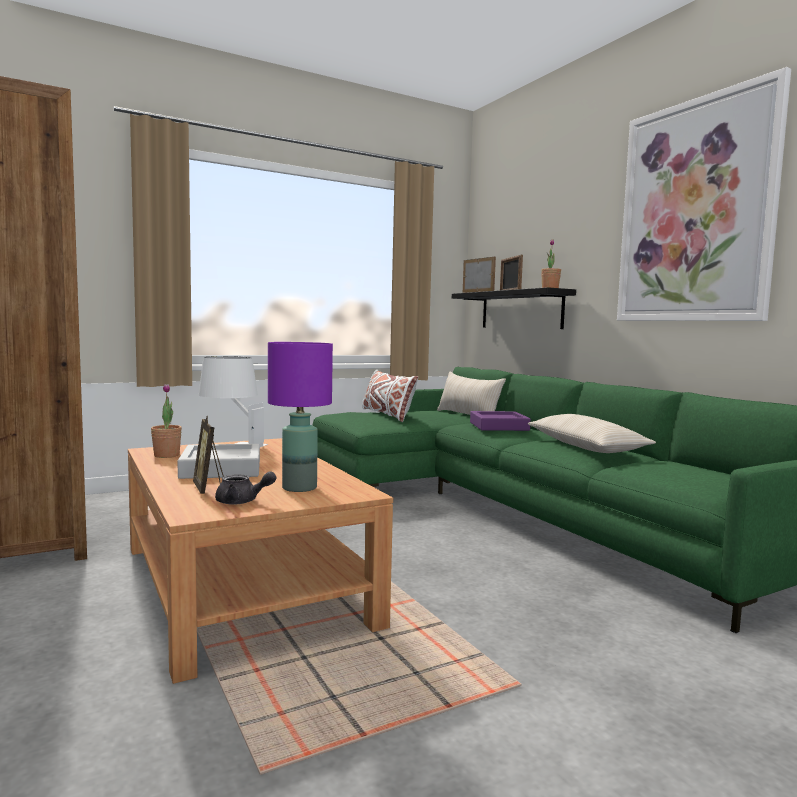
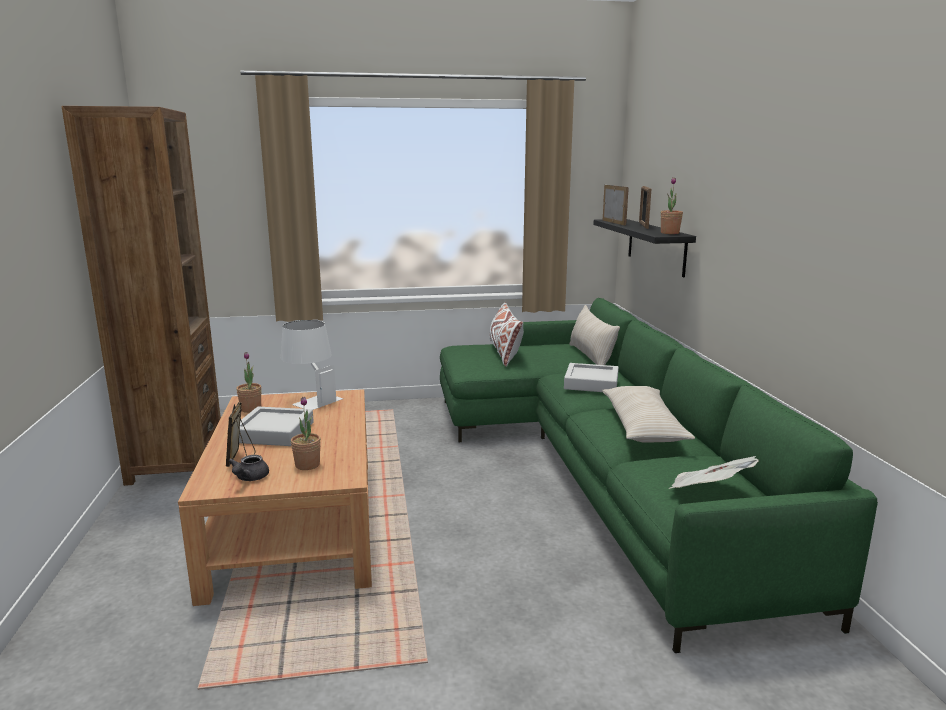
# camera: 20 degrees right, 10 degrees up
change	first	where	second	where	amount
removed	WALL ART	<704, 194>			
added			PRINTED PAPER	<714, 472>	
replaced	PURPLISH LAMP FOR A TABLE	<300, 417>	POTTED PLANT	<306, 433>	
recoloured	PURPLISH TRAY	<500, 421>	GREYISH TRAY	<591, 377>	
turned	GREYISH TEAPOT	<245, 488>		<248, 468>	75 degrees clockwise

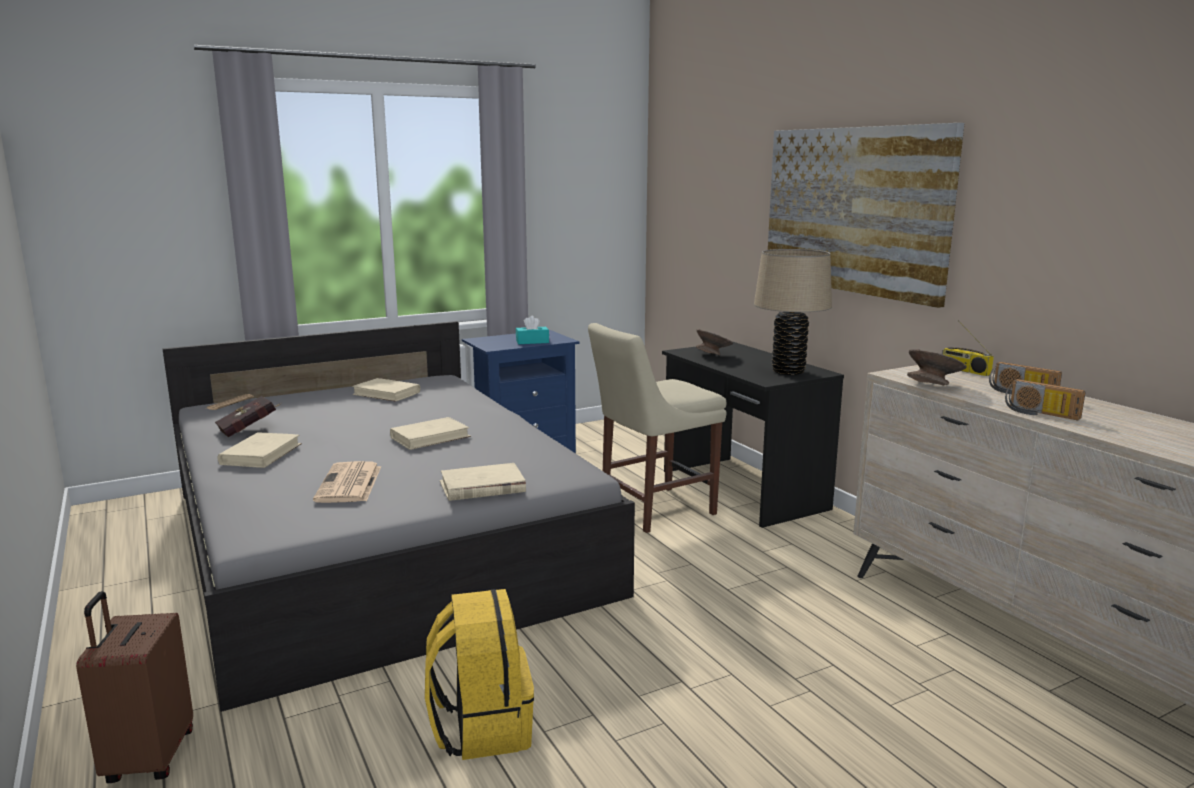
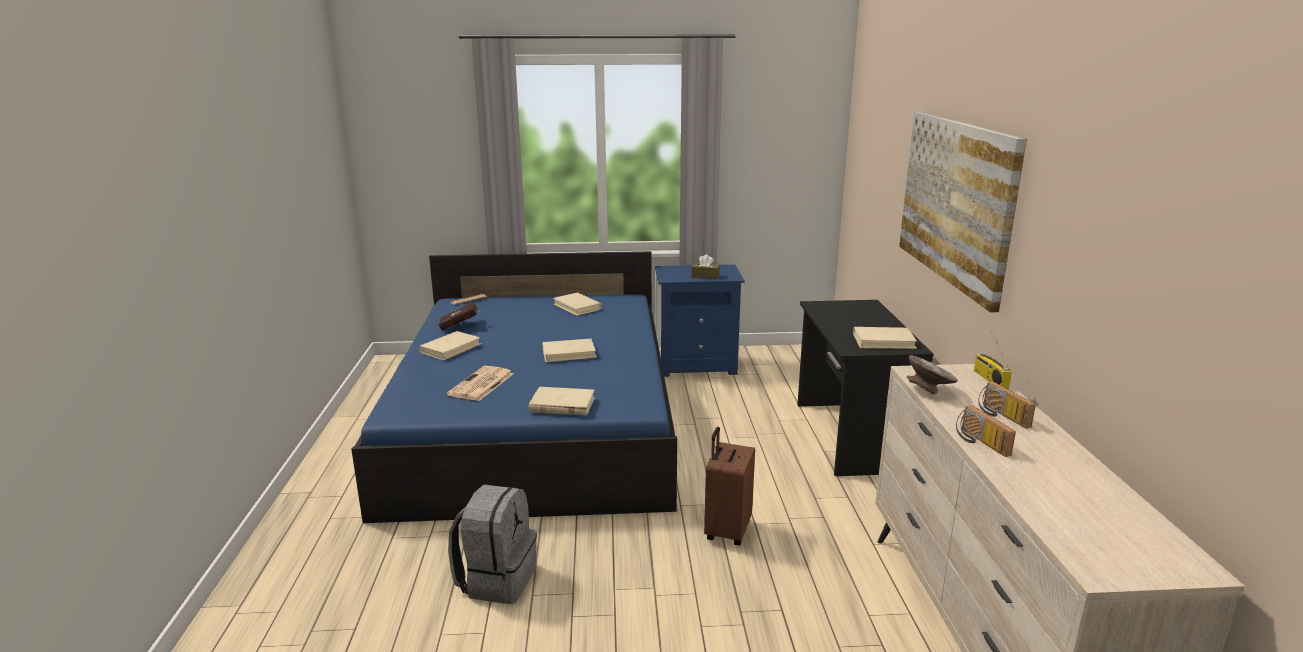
# camera: 25 degrees right, 5 degrees up
change	first	where	second	where	amount
removed	SAND-COLOURED CHAIR	<657, 428>			
removed	GREYISH SERVING BOWL	<714, 342>			
moved	BROWNISH SUITCASE	<134, 687>		<729, 486>	
replaced	SAND-COLOURED LAMP FOR A TABLE	<793, 312>	SAND-COLOURED BOOK	<885, 338>	
recoloured	GREYISH BEDROOM BED	<398, 516>	BLUISH BEDROOM BED	<514, 387>	
recoloured	YELLOW BACKPACK	<479, 674>	GREYISH BACKPACK	<492, 544>	
recoloured	TURQUOISE-COLOURED BOX OF TISSUES	<532, 330>	BROWNISH BOX OF TISSUES	<705, 266>	

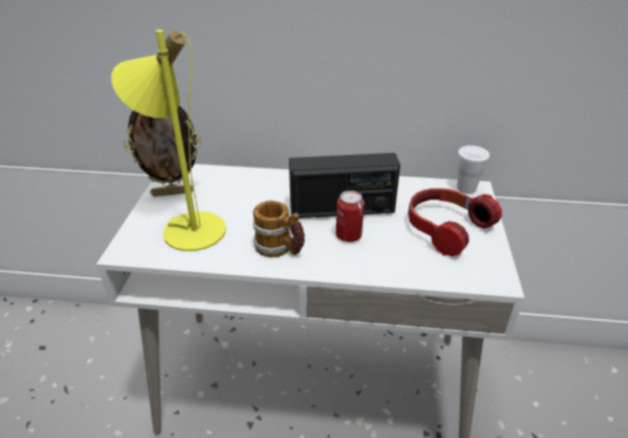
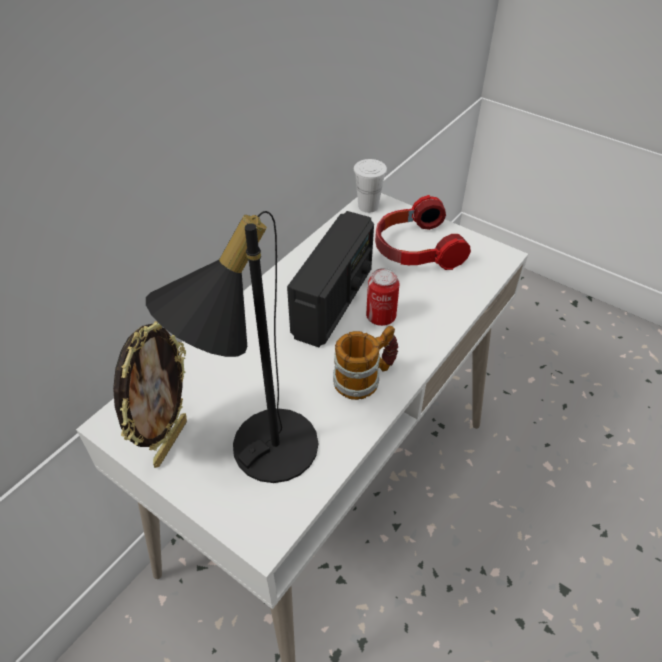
# camera: 60 degrees left, 10 degrees up
change	first	where	second	where	amount
recoloured	YELLOW LAMP FOR A TABLE	<168, 140>	BLACKISH LAMP FOR A TABLE	<232, 347>	

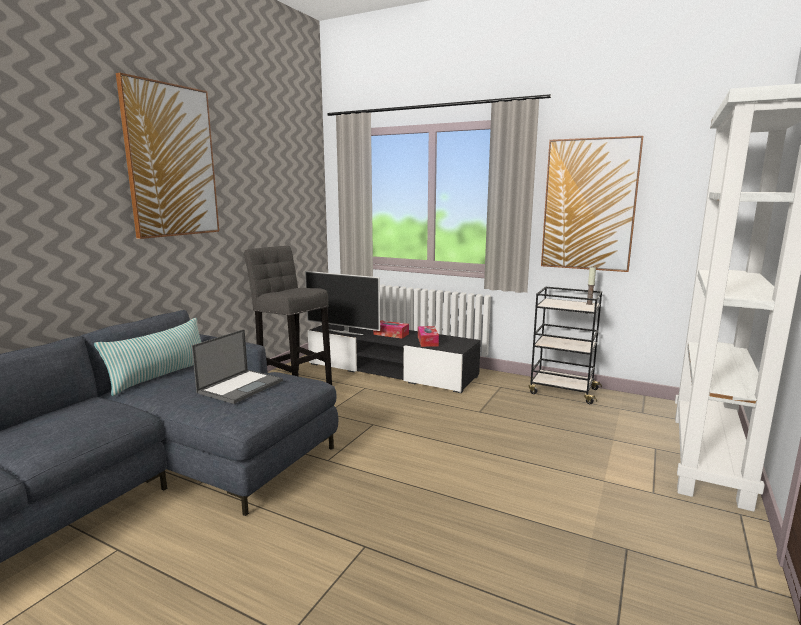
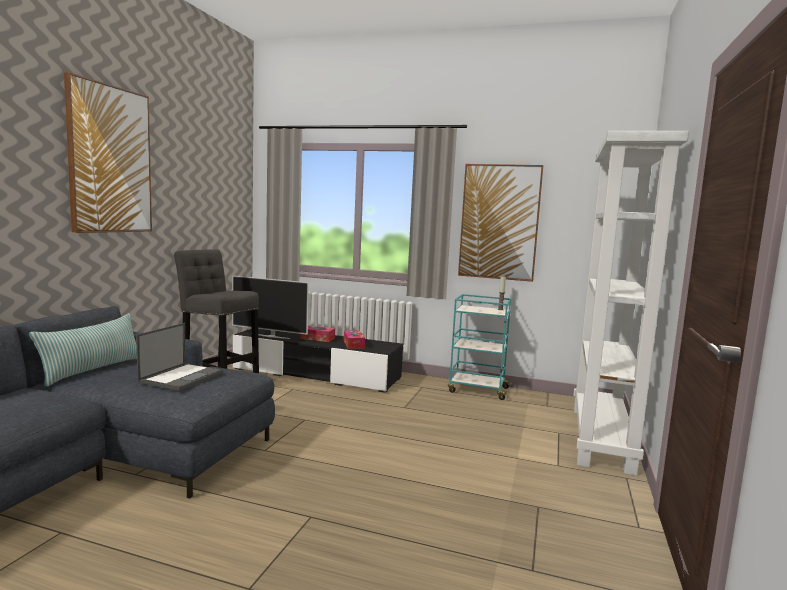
# camera: 10 degrees left, 5 degrees down
change	first	where	second	where	amount
recoloured	BLACKISH TROLLEY	<565, 345>	TURQUOISE-COLOURED TROLLEY	<480, 347>	

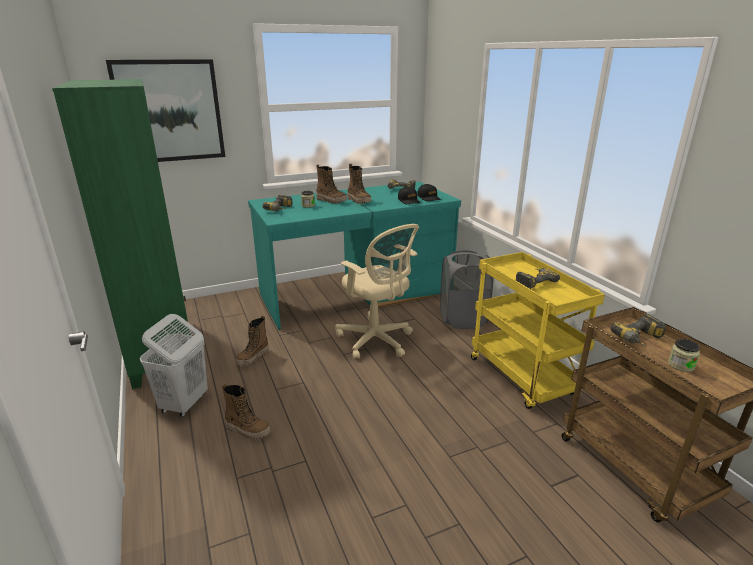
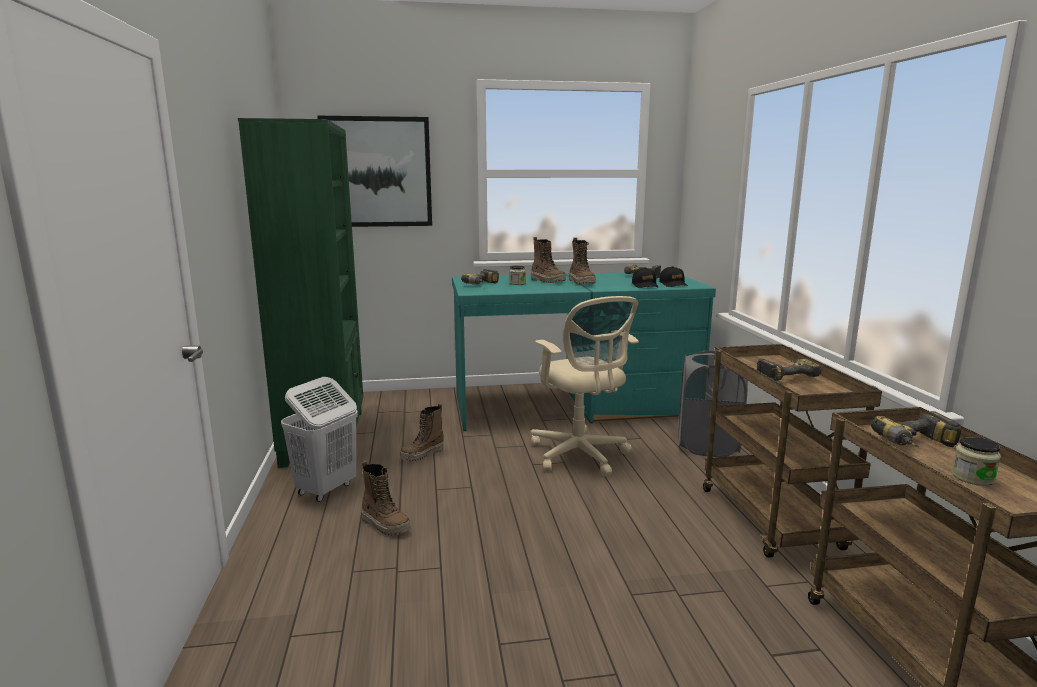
# camera: 15 degrees right, 10 degrees down
change	first	where	second	where	amount
recoloured	YELLOW TROLLEY	<538, 330>	BROWNISH TROLLEY	<792, 451>	

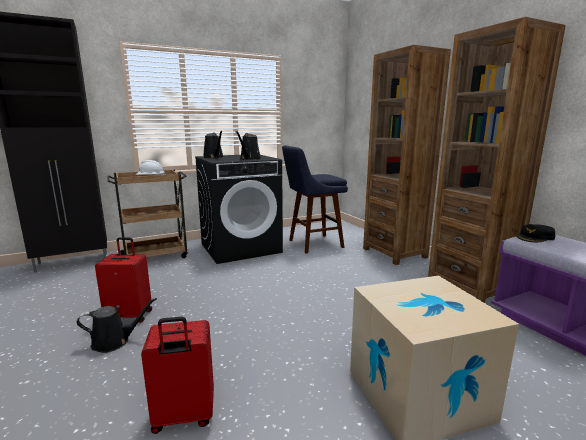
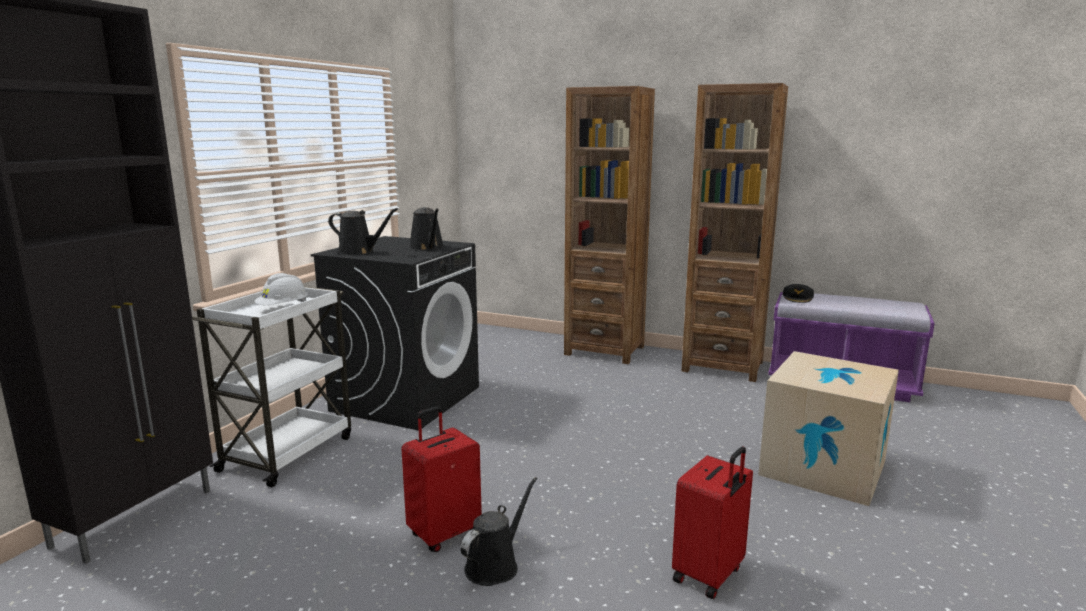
# camera: 40 degrees left, 0 degrees up
change	first	where	second	where	amount
removed	BLUISH STOOL	<315, 199>			
recoloured	BROWNISH TROLLEY	<147, 213>	WHITE-COLOURED TROLLEY	<271, 386>	

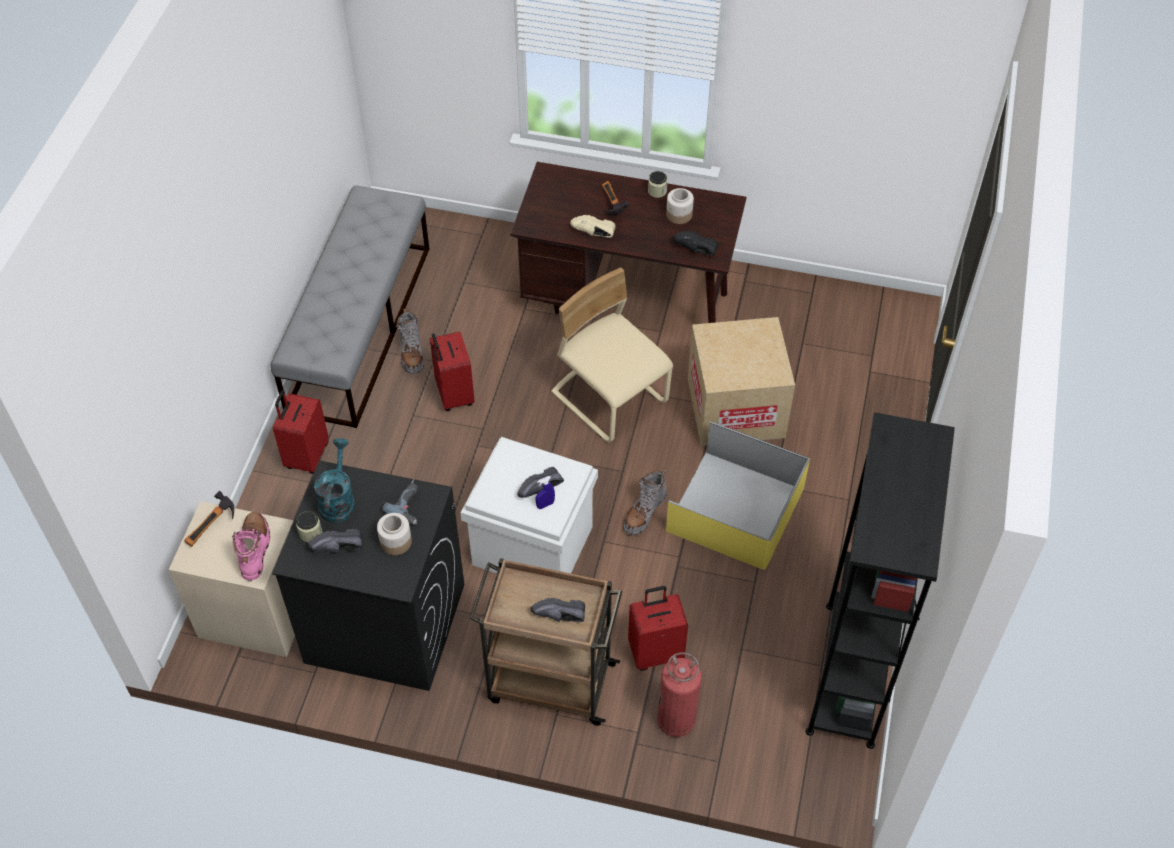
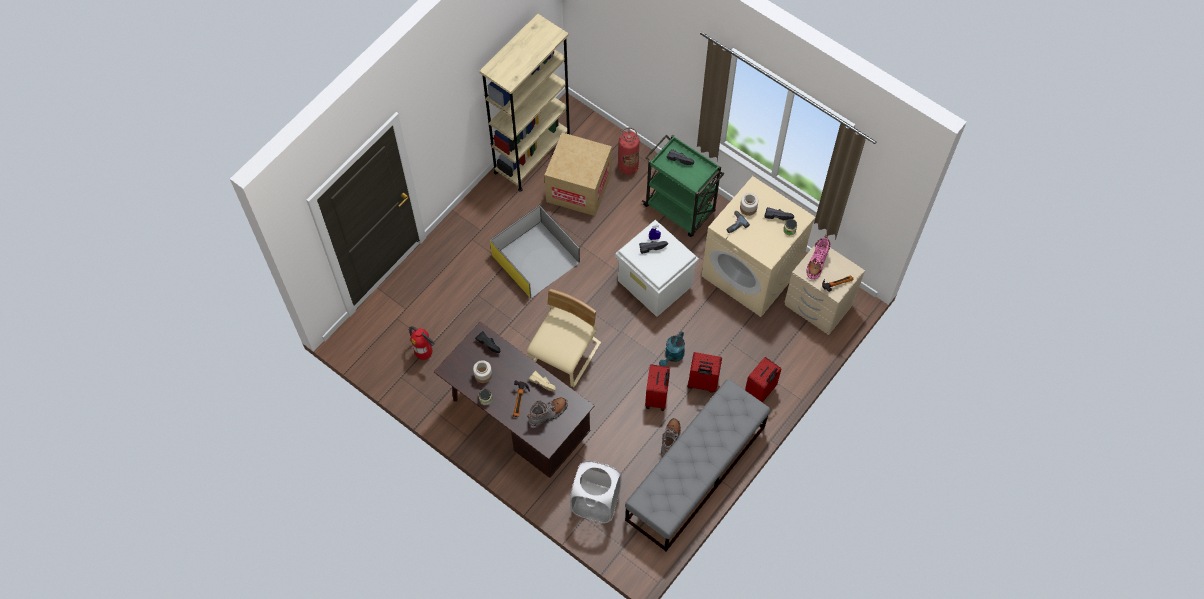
# camera: 155 degrees left, 10 degrees up
change	first	where	second	where	amount
added			FIRE-FIGHTING CYLINDER	<422, 343>	
added			WHITE-COLOURED WASHING BASKET	<595, 492>	
moved	TURQUOISE-COLOURED WATERING CAN	<334, 480>		<672, 348>	
moved	GREYISH HIGH-TOP BOOT	<645, 501>		<547, 411>	
moved	REDDISH SUITCASE	<658, 628>		<704, 372>	
moved	CARTON	<741, 381>		<578, 174>	
recoloured	BLACKISH LAUNDRY APPLIANCE	<368, 575>	SAND-COLOURED LAUNDRY APPLIANCE	<759, 246>	
recoloured	BROWNISH TROLLEY	<546, 642>	GREEN-COLOURED TROLLEY	<683, 186>	
recoloured	BLACKISH BOOKSHELF	<880, 580>	SAND-COLOURED BOOKSHELF	<524, 102>	
turned	SAND-COLOURED CHAIR	<612, 354>		<564, 337>	135 degrees counterclockwise

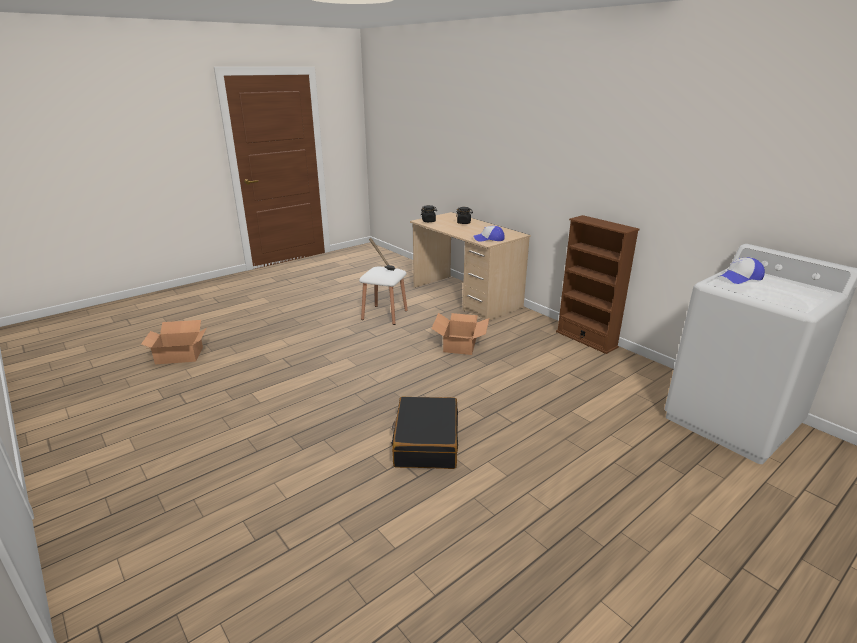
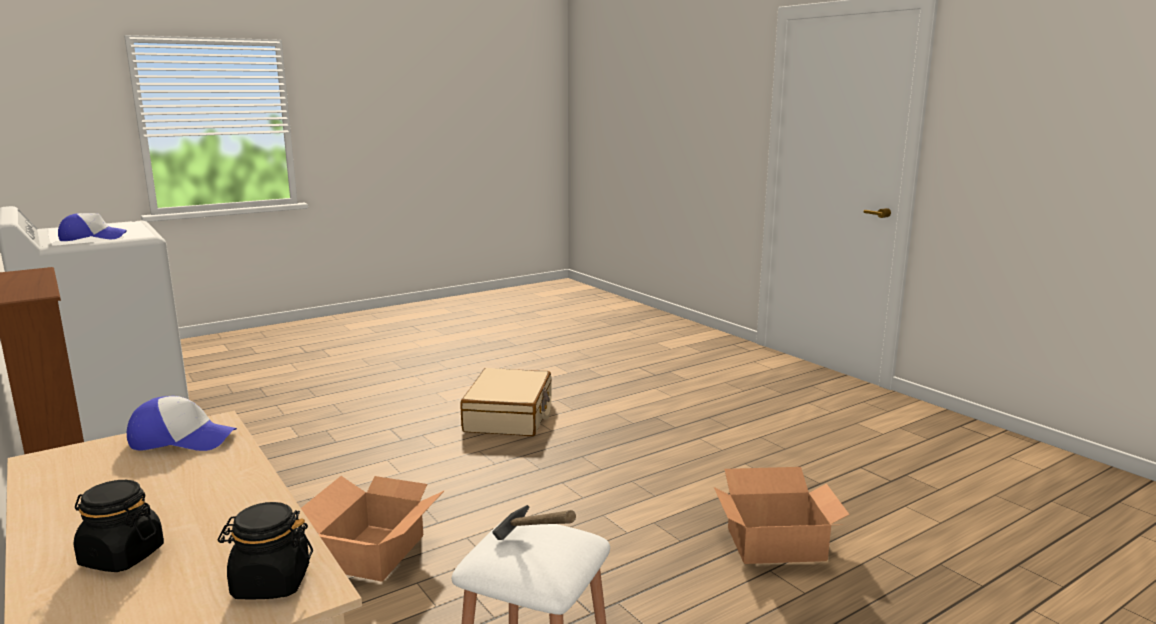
# camera: 175 degrees left, 10 degrees down
change	first	where	second	where	amount
moved	CARTON	<174, 342>		<782, 515>	
recoloured	BLACKISH SUITCASE	<424, 433>	SAND-COLOURED SUITCASE	<506, 402>	

